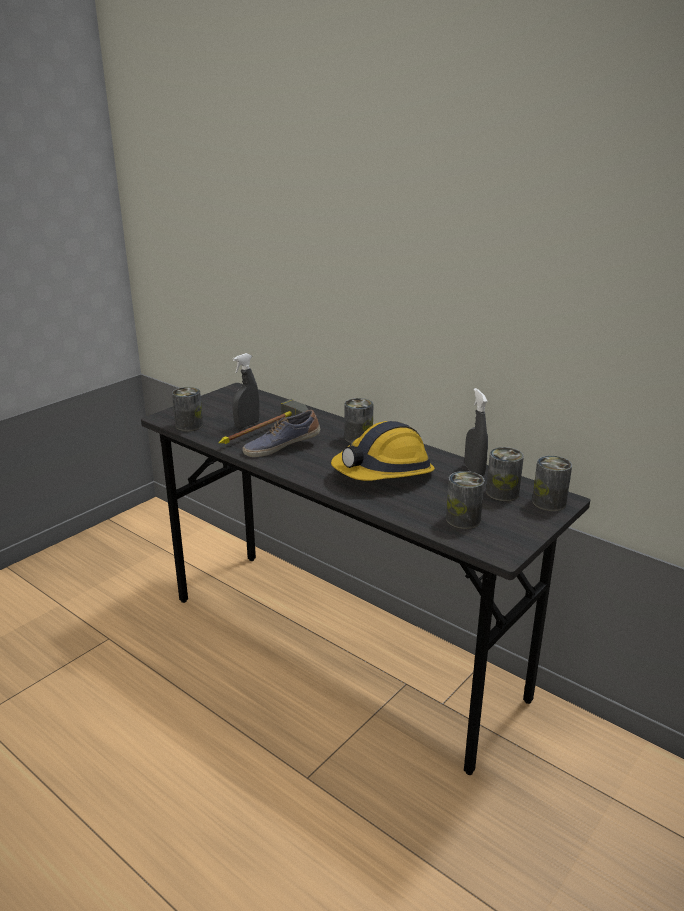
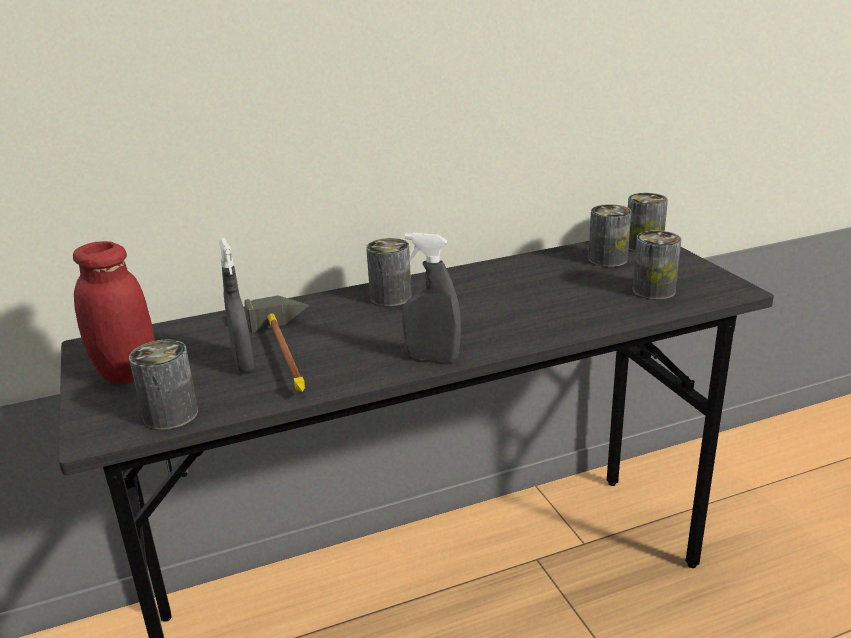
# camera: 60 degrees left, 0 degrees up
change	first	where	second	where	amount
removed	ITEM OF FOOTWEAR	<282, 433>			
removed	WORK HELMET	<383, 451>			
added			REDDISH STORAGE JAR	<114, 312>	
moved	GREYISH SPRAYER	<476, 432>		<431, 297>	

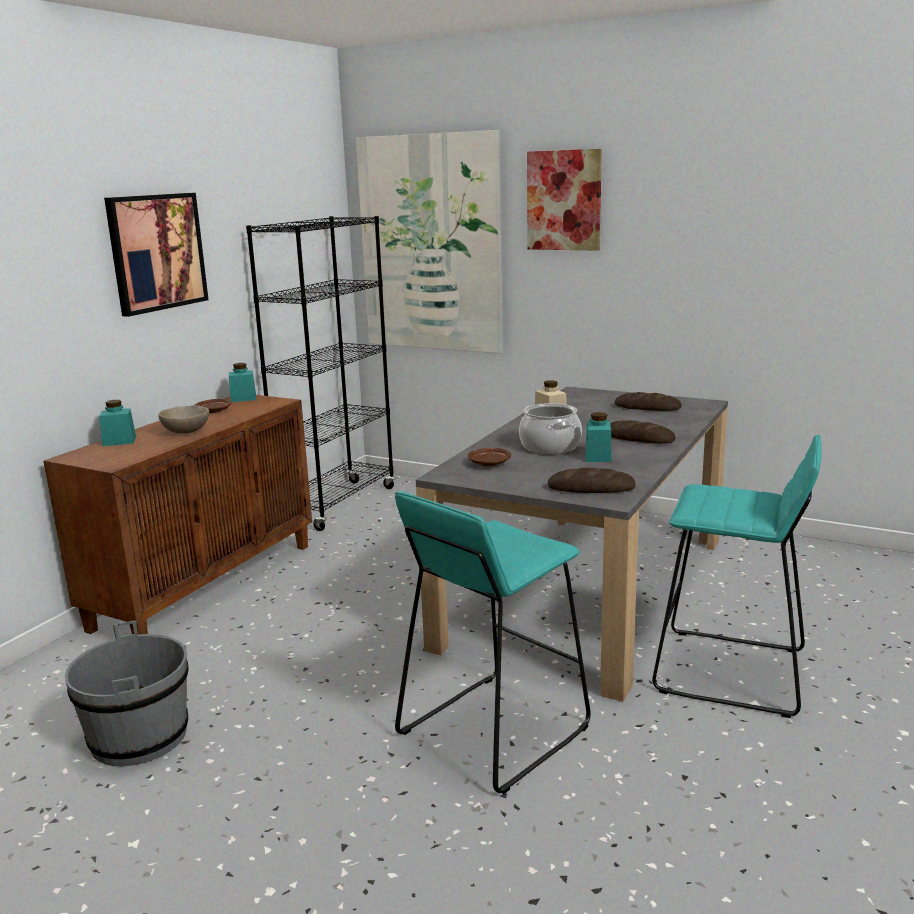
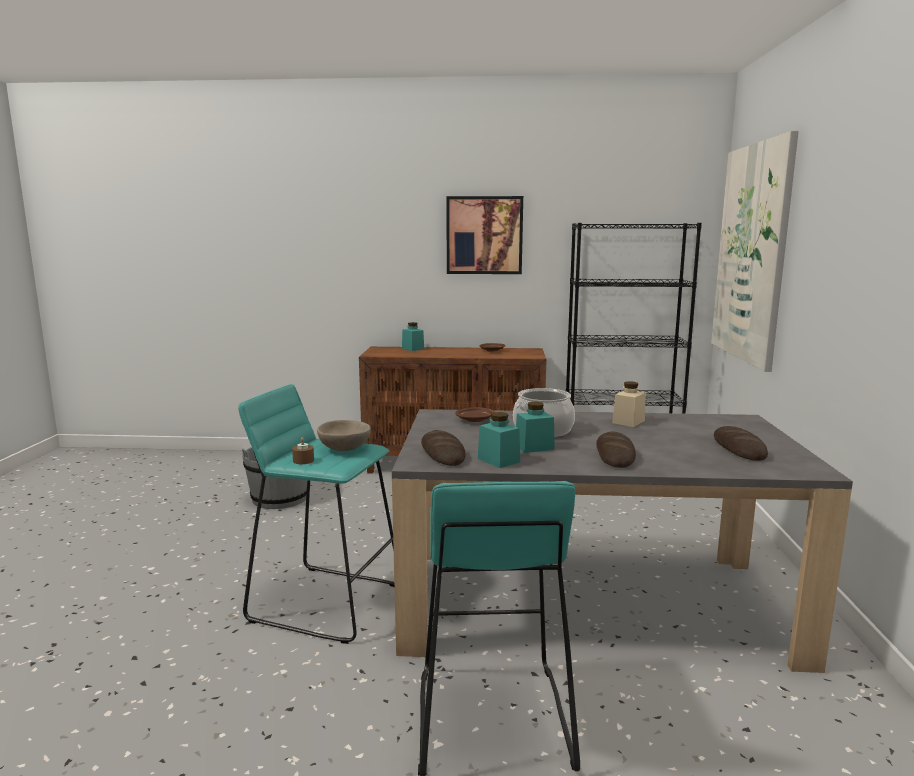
# camera: 65 degrees right, 5 degrees down
change	first	where	second	where	amount
removed	WALL ART	<564, 200>			
added			BROWNISH CANDLE	<303, 450>	
moved	SAND-COLOURED SERVING BOWL	<183, 419>		<344, 435>	
moved	TURQUOISE-COLOURED STORAGE JAR	<242, 382>		<499, 440>	

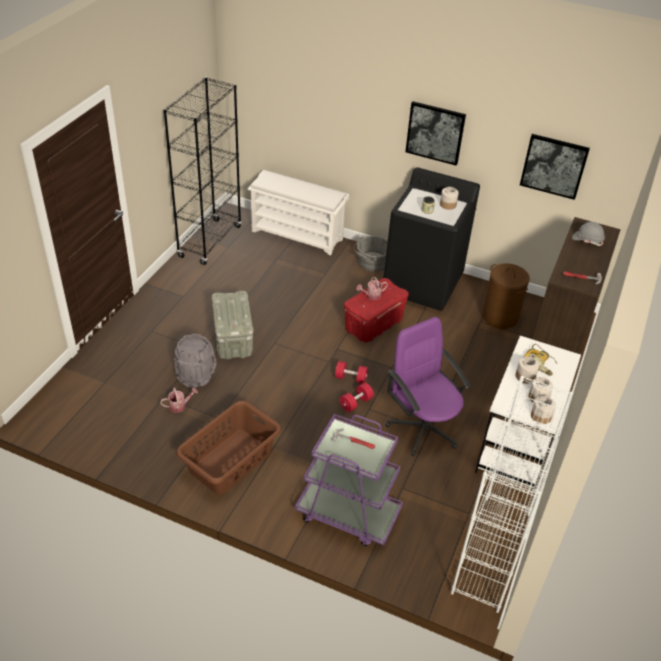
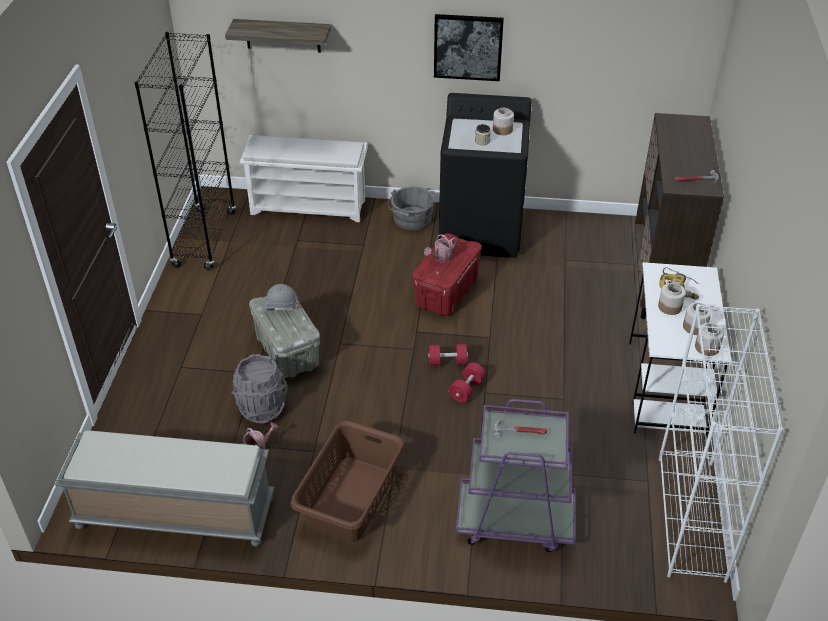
# camera: 15 degrees left, 0 degrees up
change	first	where	second	where	amount
removed	PURPLISH OFFICE CHAIR	<428, 386>			
removed	BROWNISH WASHING BASKET	<506, 296>			
removed	WALL ART	<555, 167>			
added			GREYISH INDOOR BENCH	<165, 488>	
added			WALL SHELF	<278, 36>	
moved	GREYISH WORK HELMET	<588, 234>		<280, 297>	

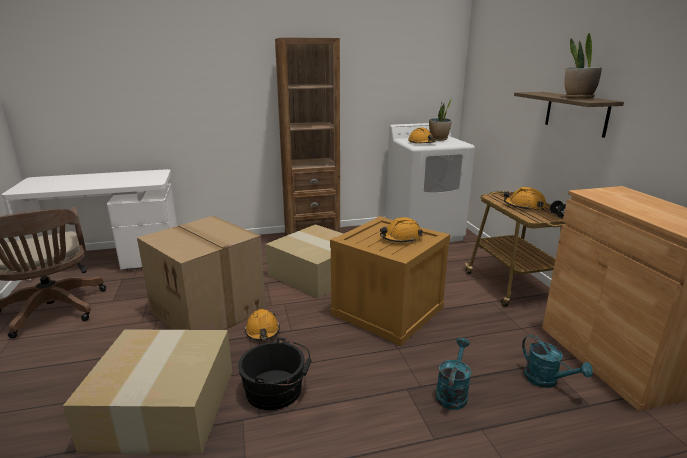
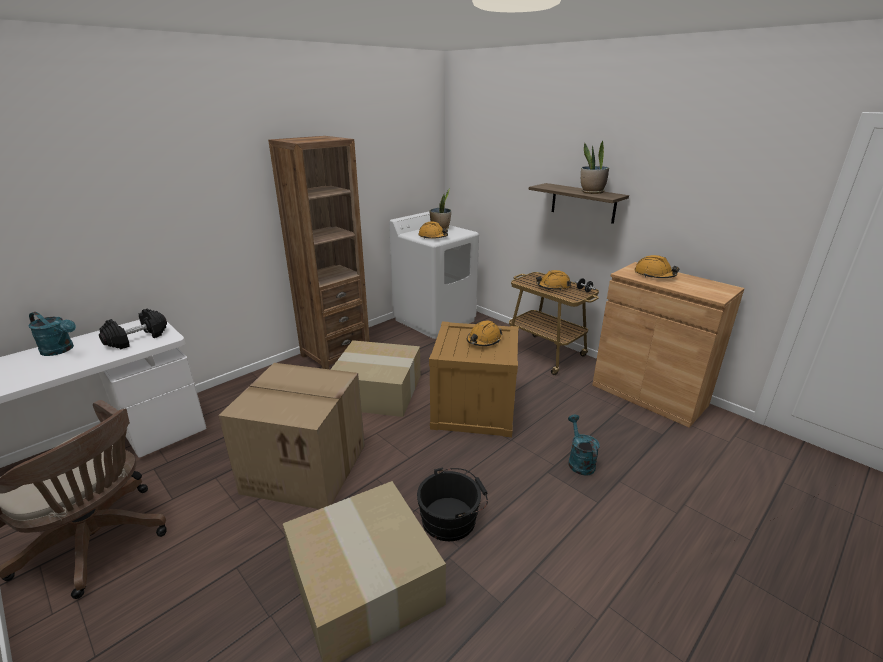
# camera: 30 degrees left, 5 degrees up
change	first	where	second	where	amount
added			BLACKISH HAND WEIGHT	<133, 328>	
moved	ORANGEY WORK HELMET	<262, 325>		<656, 266>	
moved	TURQUOISE-COLOURED WATERING CAN	<557, 361>		<52, 334>	

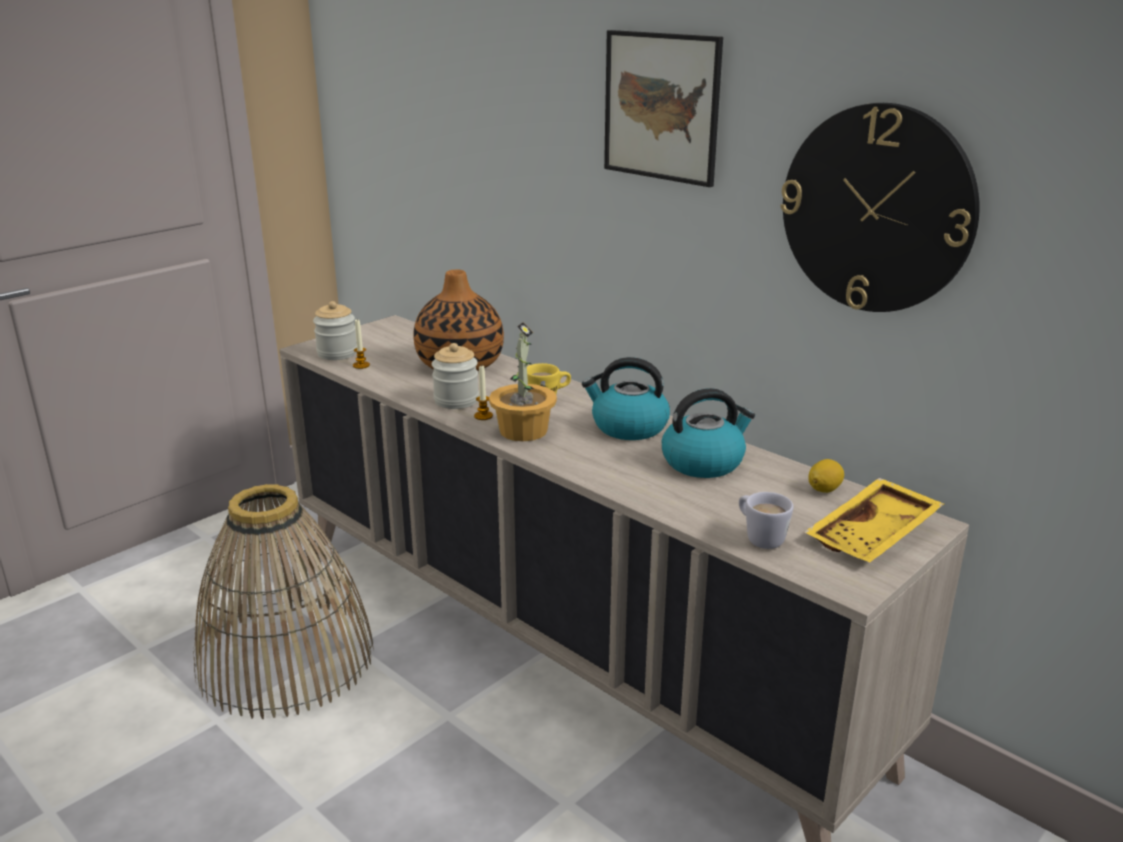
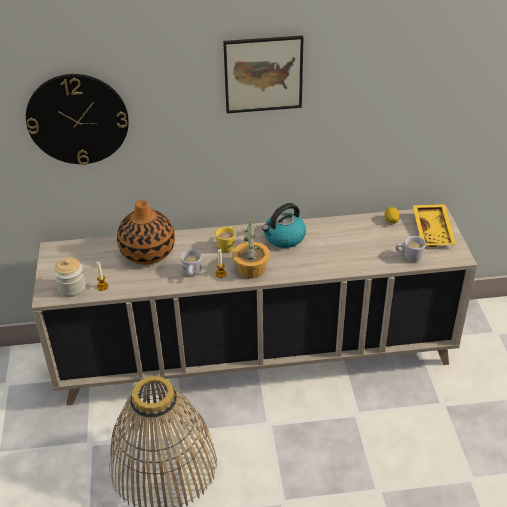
# camera: 50 degrees left, 15 degrees up
change	first	where	second	where	amount
removed	KETTLE	<708, 433>			
moved	WALL CLOCK	<880, 207>		<77, 119>	
replaced	STORAGE JAR	<455, 376>	WHITE-COLOURED TEA MUG	<191, 263>	

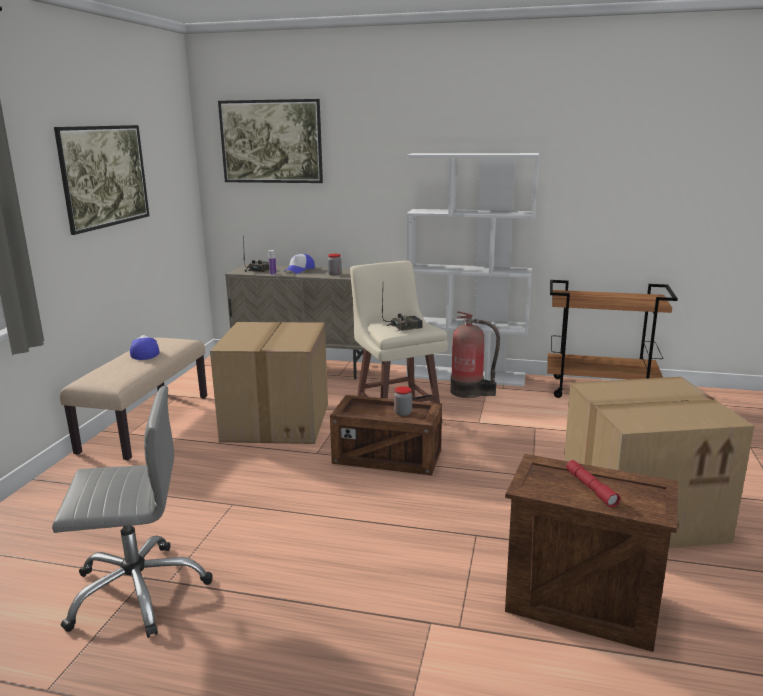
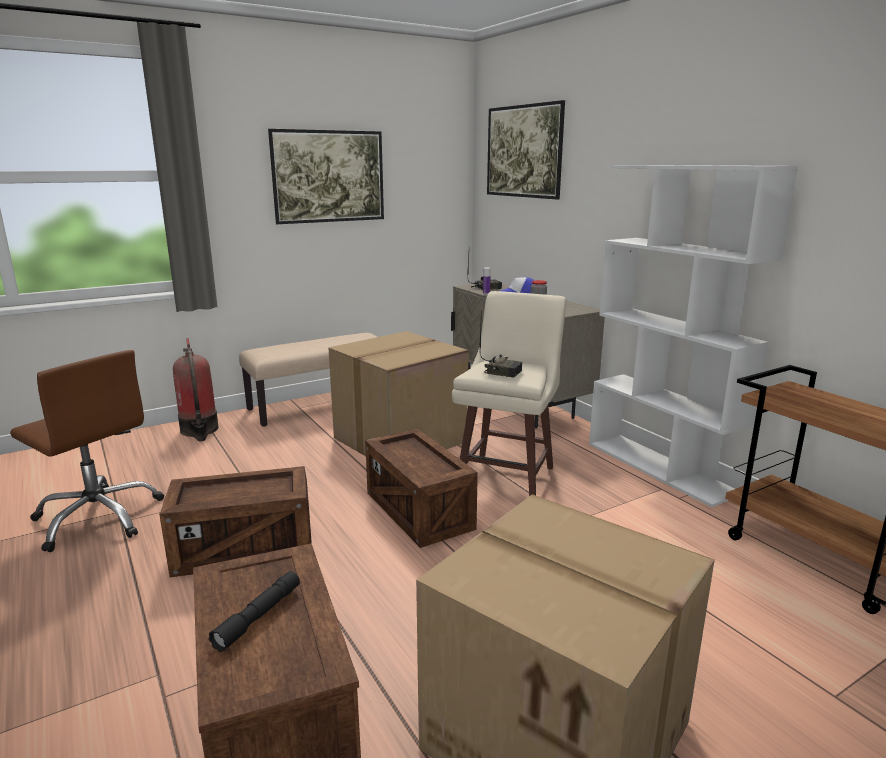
# camera: 45 degrees right, 0 degrees up
change	first	where	second	where	amount
removed	BASEBALL CAP	<145, 347>			
removed	STORAGE JAR	<403, 401>			
added			SHIPPING CRATE	<235, 521>	
moved	FIRE-FIGHTING CYLINDER	<475, 354>		<195, 389>	
recoloured	GREYISH OFFICE CHAIR	<132, 512>	BROWNISH OFFICE CHAIR	<87, 451>	
recoloured	REDDISH HAND TORCH	<593, 484>	BLACKISH HAND TORCH	<254, 611>	

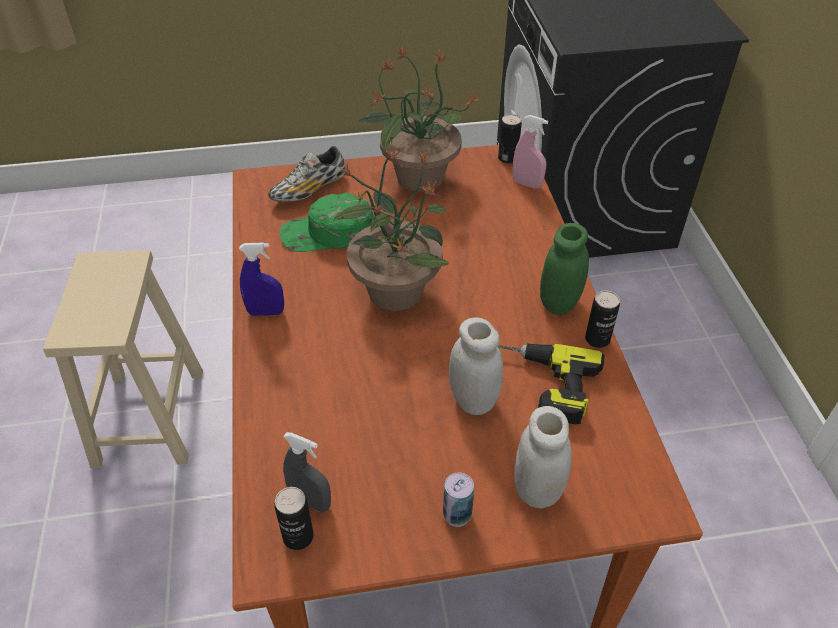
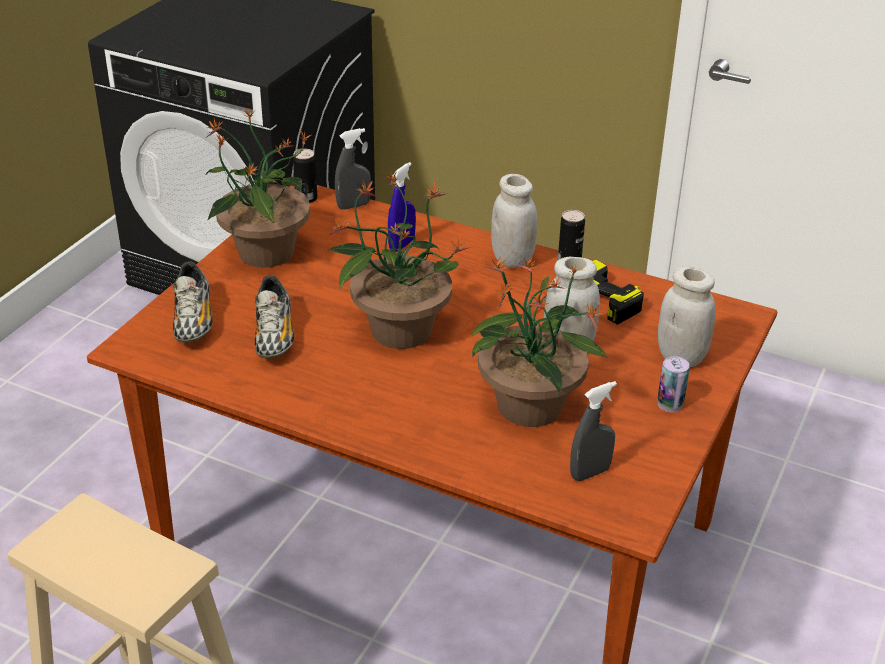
# camera: 55 degrees left, 10 degrees down
change	first	where	second	where	amount
removed	SEALED CAN	<294, 518>			
added			POTTED PLANT	<540, 341>	
moved	BLUISH SPRAYER	<261, 279>		<402, 207>	
replaced	GREEN-COLOURED BASEBALL CAP	<327, 222>	ITEM OF FOOTWEAR	<274, 317>	
recoloured	PINKISH SPRAYER	<530, 152>	GREYISH SPRAYER	<353, 169>	
recoloured	GREEN-COLOURED STORAGE JAR	<564, 269>	WHITE-COLOURED STORAGE JAR	<514, 221>	

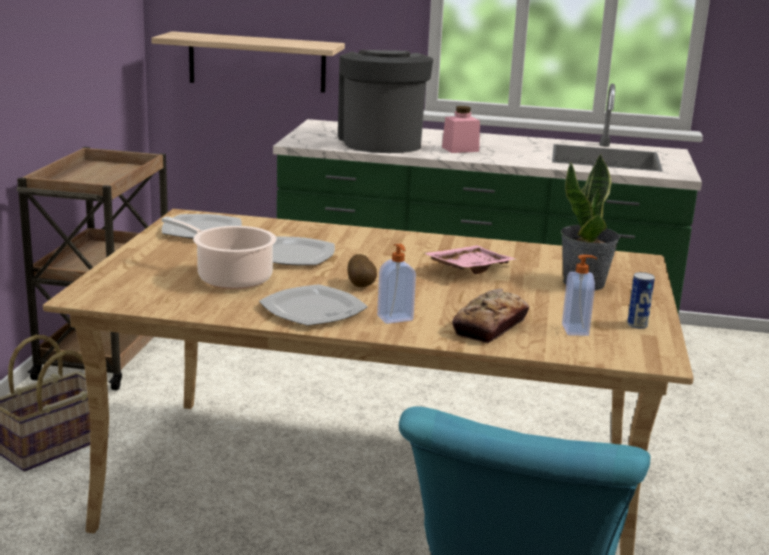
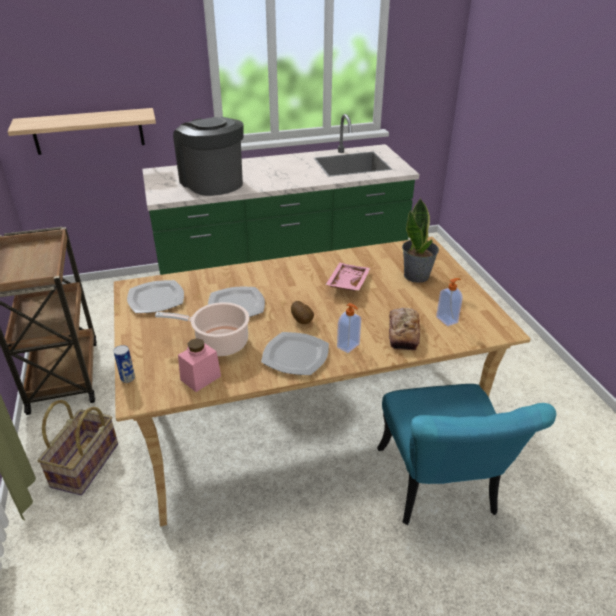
# camera: 25 degrees left, 15 degrees up
change	first	where	second	where	amount
moved	PINKISH STORAGE JAR	<461, 129>		<199, 365>	
moved	SEALED CAN	<641, 300>		<124, 364>	

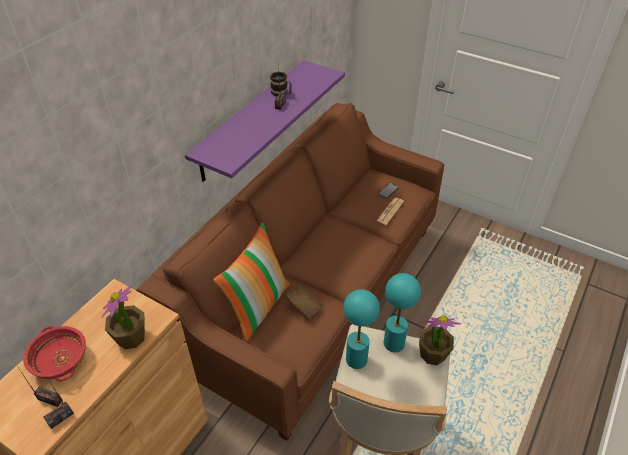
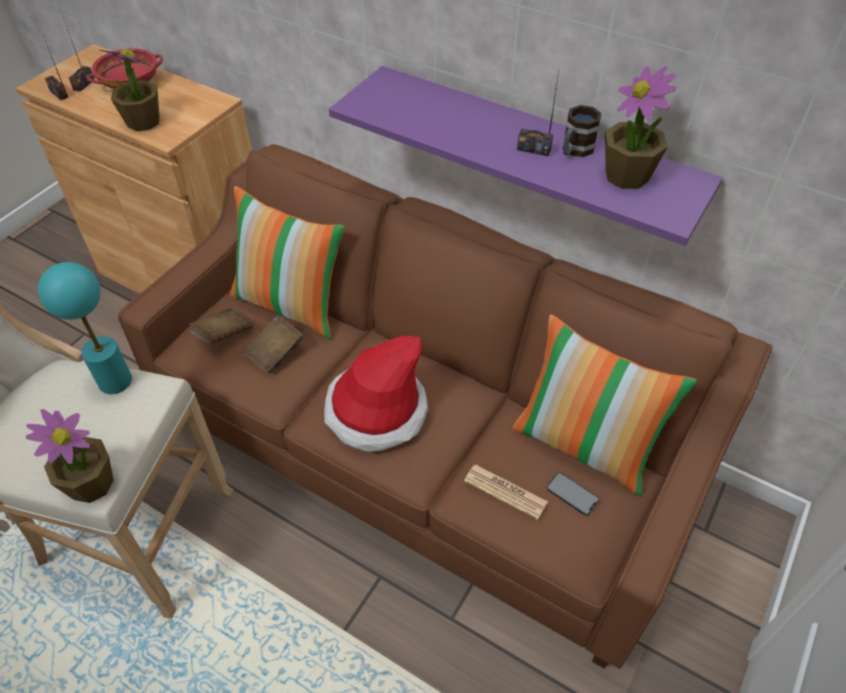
# camera: 90 degrees right, 5 degrees up
change	first	where	second	where	amount
removed	TURQUOISE-COLOURED LAMP FOR A TABLE	<402, 312>			
added			BROWNISH BOOK	<221, 326>	
added			WEARABLE HAT	<376, 394>	
added			THROW PILLOW	<605, 405>	
added			POTTED PLANT	<640, 127>	

